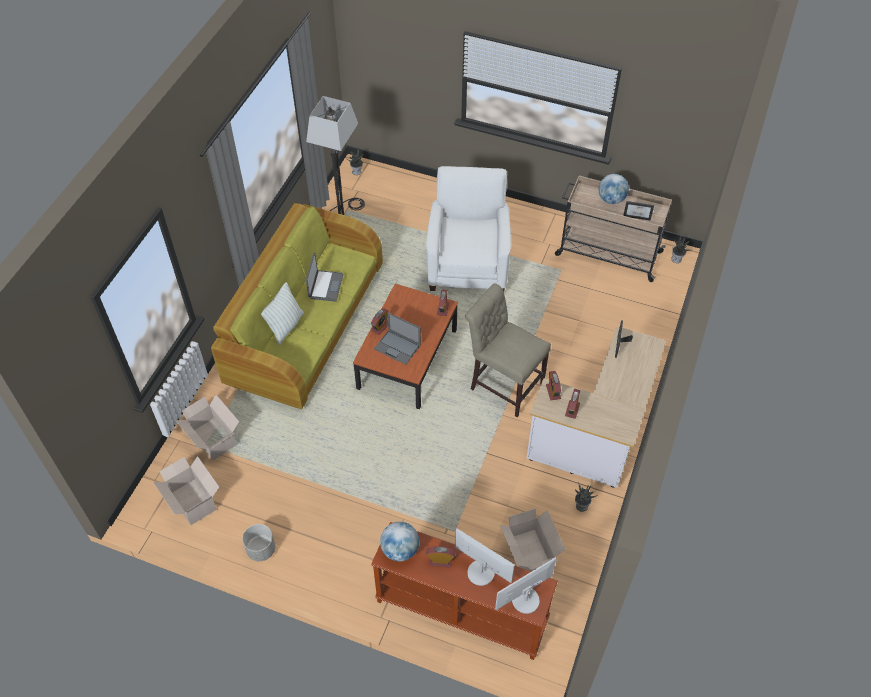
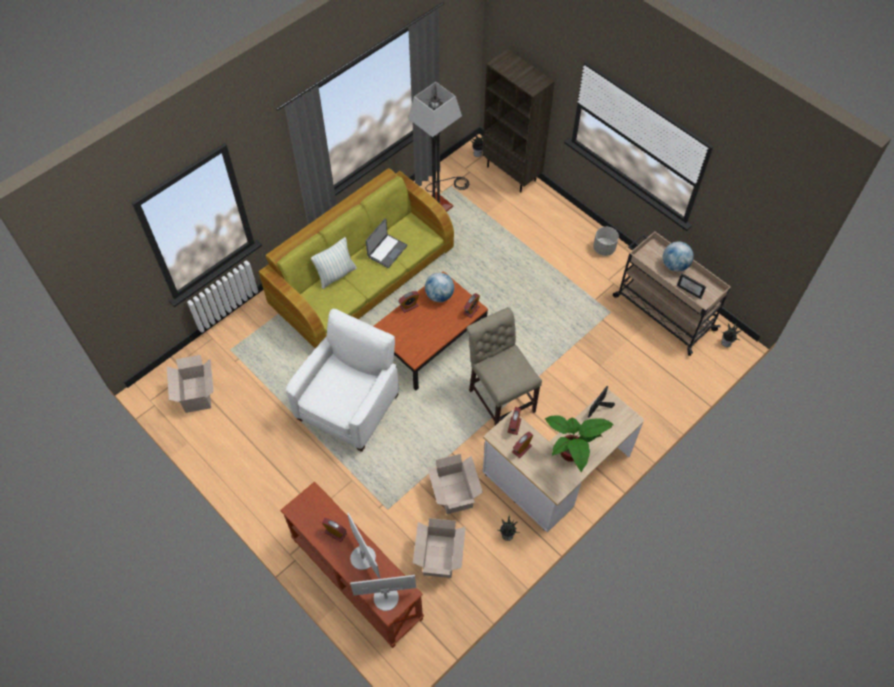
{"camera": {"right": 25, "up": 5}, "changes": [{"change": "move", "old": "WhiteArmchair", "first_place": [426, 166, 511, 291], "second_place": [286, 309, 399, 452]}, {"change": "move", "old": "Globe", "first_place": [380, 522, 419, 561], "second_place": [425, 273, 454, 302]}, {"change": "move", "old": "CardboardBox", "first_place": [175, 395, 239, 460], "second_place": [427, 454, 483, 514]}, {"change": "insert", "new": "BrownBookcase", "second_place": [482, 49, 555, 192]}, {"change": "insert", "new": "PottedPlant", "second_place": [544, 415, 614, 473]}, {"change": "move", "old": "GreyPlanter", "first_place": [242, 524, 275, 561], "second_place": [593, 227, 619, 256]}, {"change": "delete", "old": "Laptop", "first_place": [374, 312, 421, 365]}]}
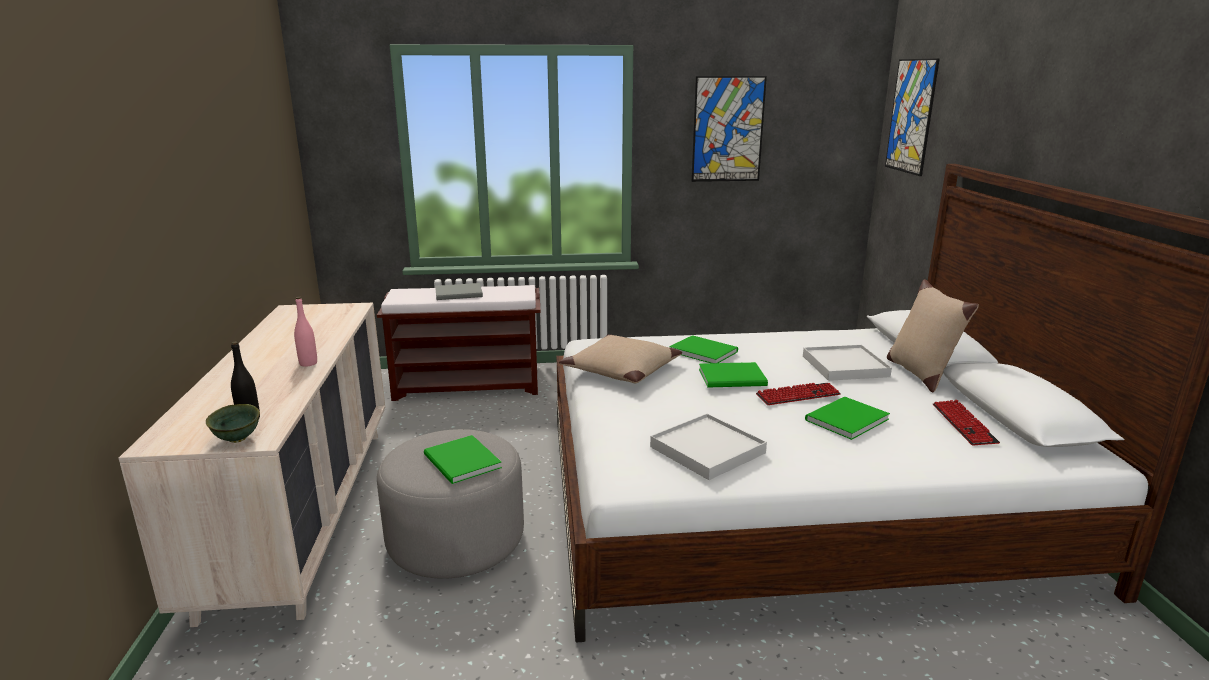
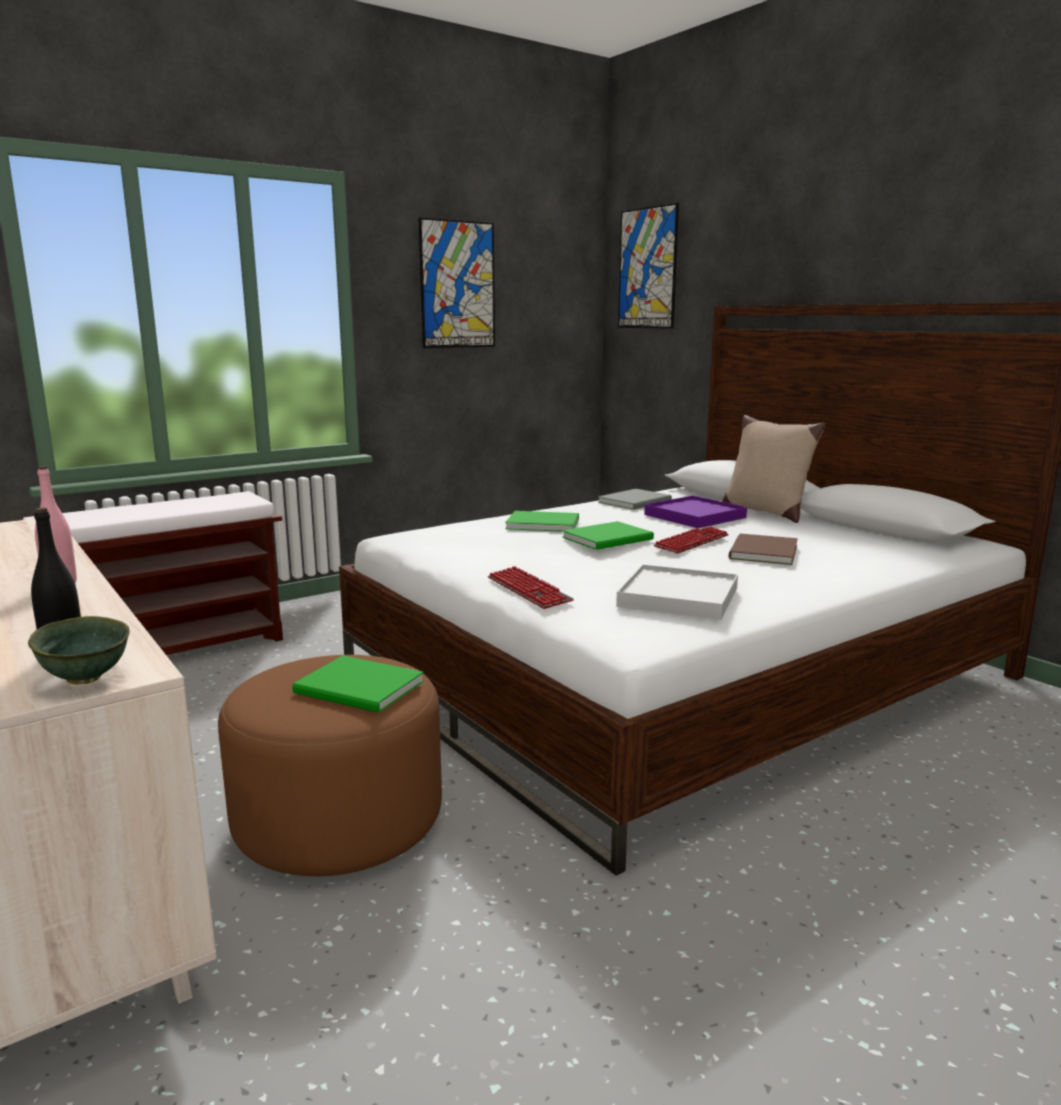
{"camera": {"right": -30, "up": -5}, "changes": [{"change": "recolor", "old": "GreyOttoman", "new": "BrownOttoman", "first_place": [377, 429, 524, 579], "second_place": [218, 655, 442, 876]}, {"change": "move", "old": "Keyboard", "first_place": [933, 400, 1000, 445], "second_place": [488, 566, 574, 609]}, {"change": "move", "old": "GreyBook", "first_place": [435, 283, 483, 300], "second_place": [598, 489, 672, 510]}, {"change": "recolor", "old": "WhiteTray", "new": "PurpleTray", "first_place": [803, 345, 892, 381], "second_place": [644, 496, 747, 528]}, {"change": "recolor", "old": "GreenBook", "new": "BrownBook", "first_place": [805, 397, 890, 440], "second_place": [729, 534, 798, 565]}, {"change": "delete", "old": "BeigePillow", "first_place": [559, 334, 682, 383]}]}
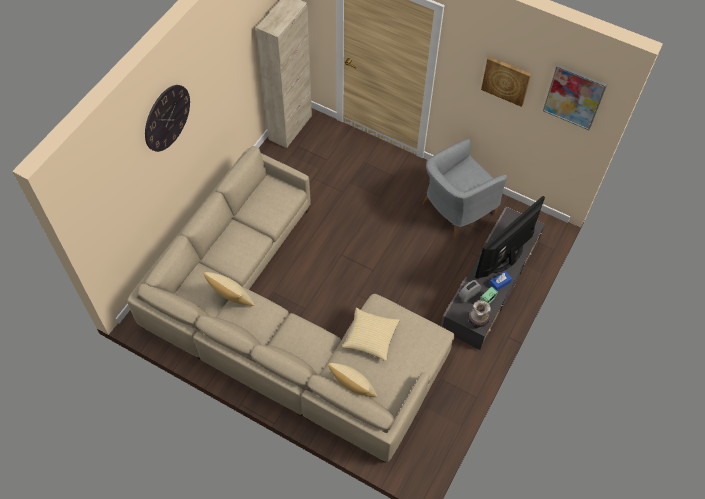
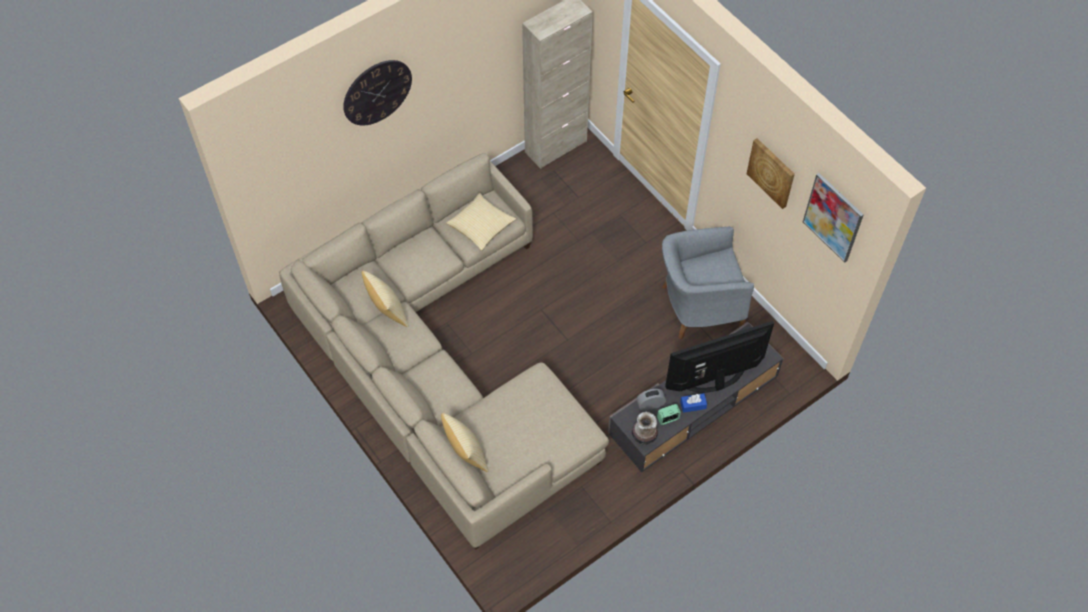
{"camera": {"right": 25, "up": 0}, "changes": [{"change": "move", "old": "Pillow", "first_place": [342, 308, 400, 361], "second_place": [446, 193, 516, 251]}]}
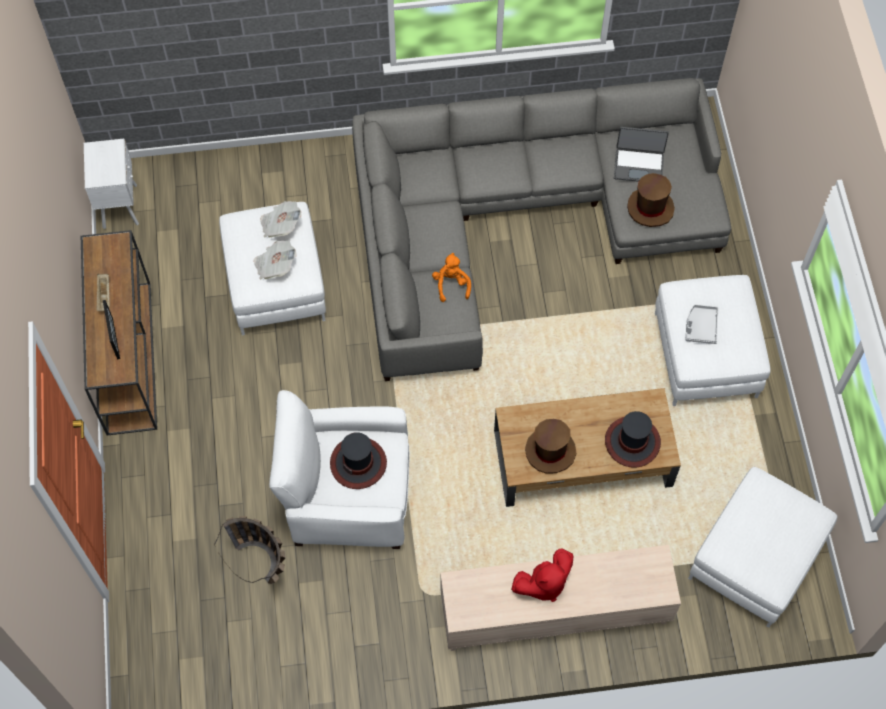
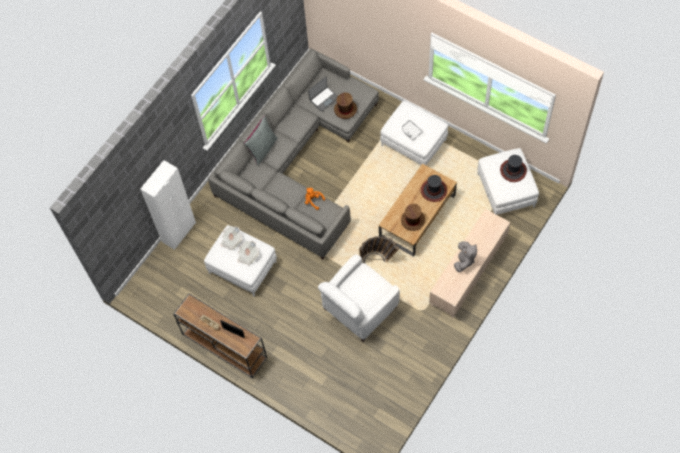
{"camera": {"right": -45, "up": 0}, "changes": [{"change": "insert", "new": "WhiteCabinet", "second_place": [140, 160, 196, 250]}, {"change": "insert", "new": "GreyPillow", "second_place": [244, 116, 278, 166]}, {"change": "move", "old": "Basket", "first_place": [214, 516, 286, 584], "second_place": [359, 236, 399, 263]}, {"change": "recolor", "old": "RedPlushToy", "new": "GreyPlushToy", "first_place": [511, 548, 574, 602], "second_place": [454, 241, 477, 272]}, {"change": "move", "old": "Hat", "first_place": [330, 432, 387, 489], "second_place": [500, 155, 527, 182]}, {"change": "delete", "old": "WhiteNightstand", "first_place": [84, 139, 139, 229]}]}
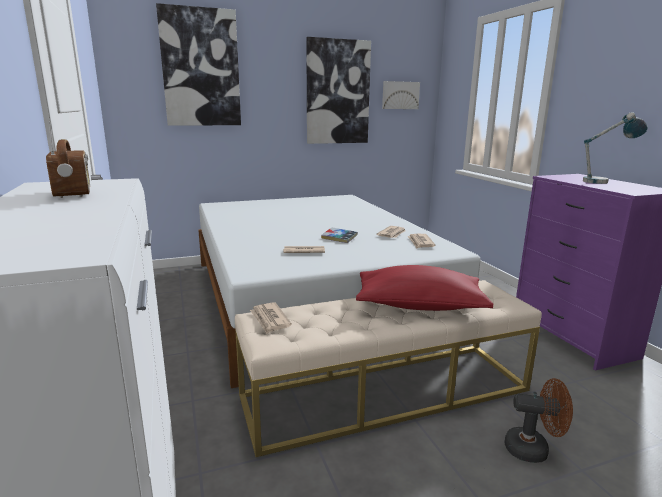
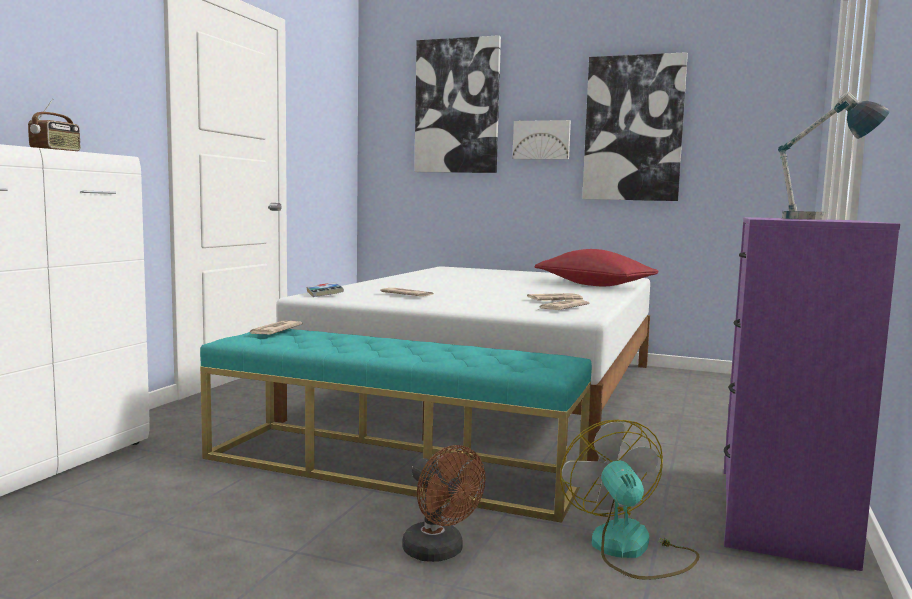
{"camera": {"right": 40, "up": -10}, "changes": [{"change": "recolor", "old": "BeigeBench", "new": "TurquoiseBench", "first_place": [235, 280, 542, 457], "second_place": [200, 329, 592, 523]}, {"change": "move", "old": "Book", "first_place": [321, 228, 358, 243], "second_place": [306, 282, 344, 297]}, {"change": "move", "old": "Picture", "first_place": [382, 81, 420, 109], "second_place": [513, 120, 571, 159]}, {"change": "move", "old": "RedPillow", "first_place": [356, 265, 493, 311], "second_place": [535, 249, 659, 286]}, {"change": "insert", "new": "Fan", "second_place": [560, 420, 700, 580]}]}
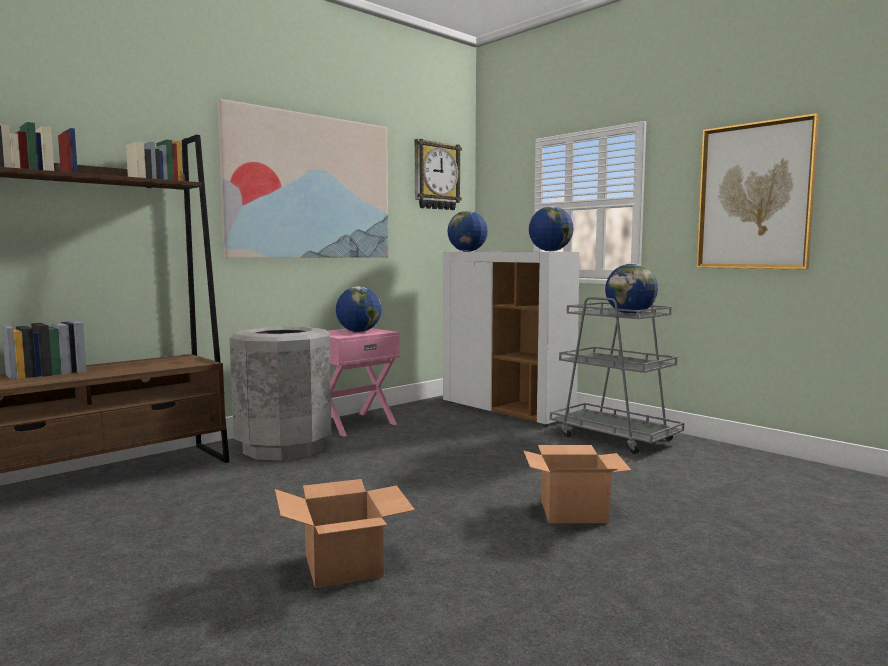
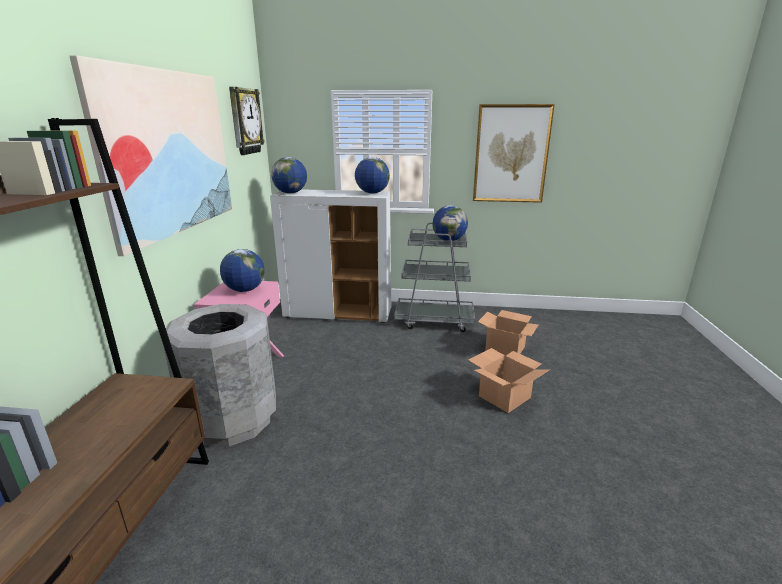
{"camera": {"right": -40, "up": 15}, "changes": [{"change": "move", "old": "CardboardBox", "first_place": [275, 479, 415, 588], "second_place": [478, 310, 538, 356]}]}
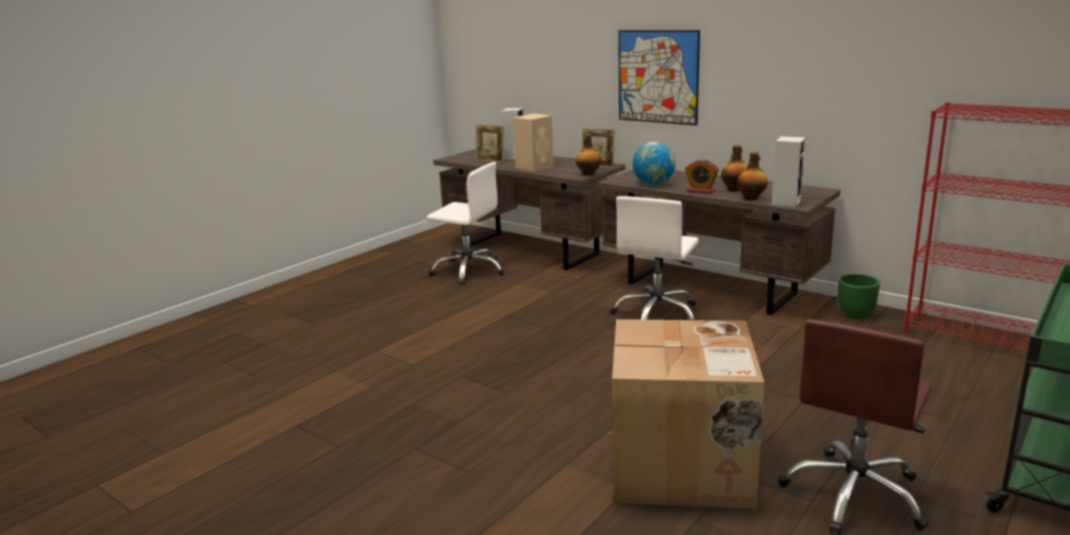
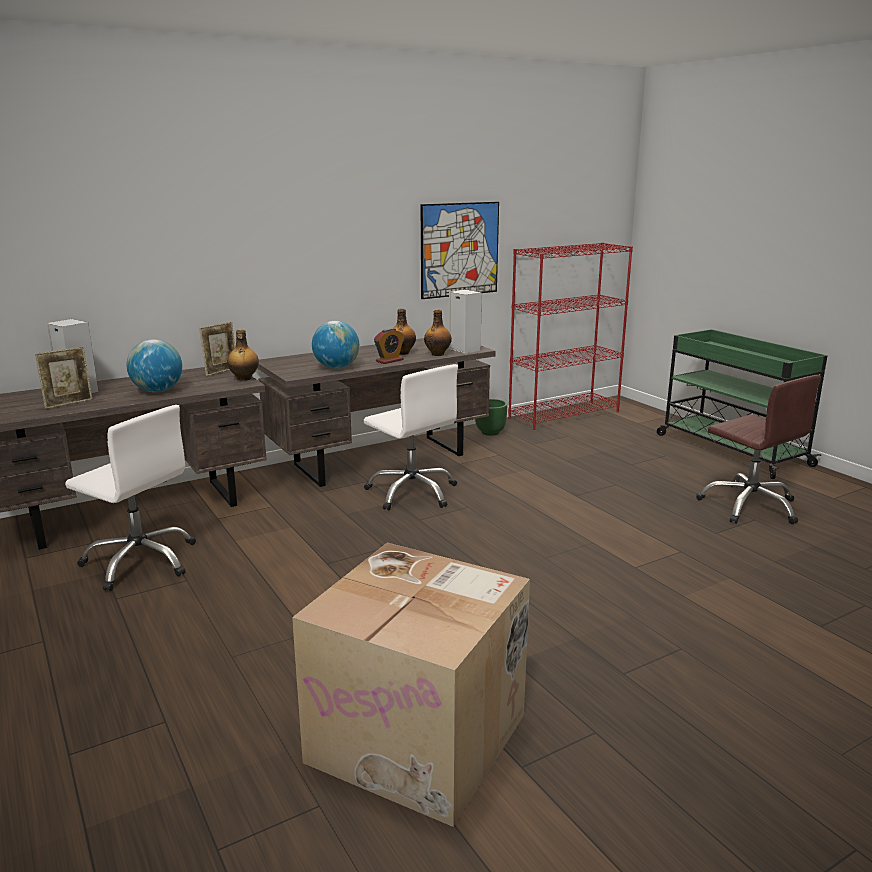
{"camera": {"right": -70, "up": 0}, "changes": [{"change": "rotate", "old": "WhiteOfficeChair", "first_place": [427, 162, 505, 285], "second_place": [65, 405, 196, 591], "degrees": 75}, {"change": "replace", "old": "BeigeSpeaker", "new": "Globe", "first_place": [513, 113, 554, 172], "second_place": [126, 339, 182, 392]}, {"change": "move", "old": "CardboardBox", "first_place": [612, 319, 764, 509], "second_place": [292, 543, 530, 827]}, {"change": "move", "old": "Picture", "first_place": [618, 30, 700, 126], "second_place": [421, 202, 499, 299]}]}
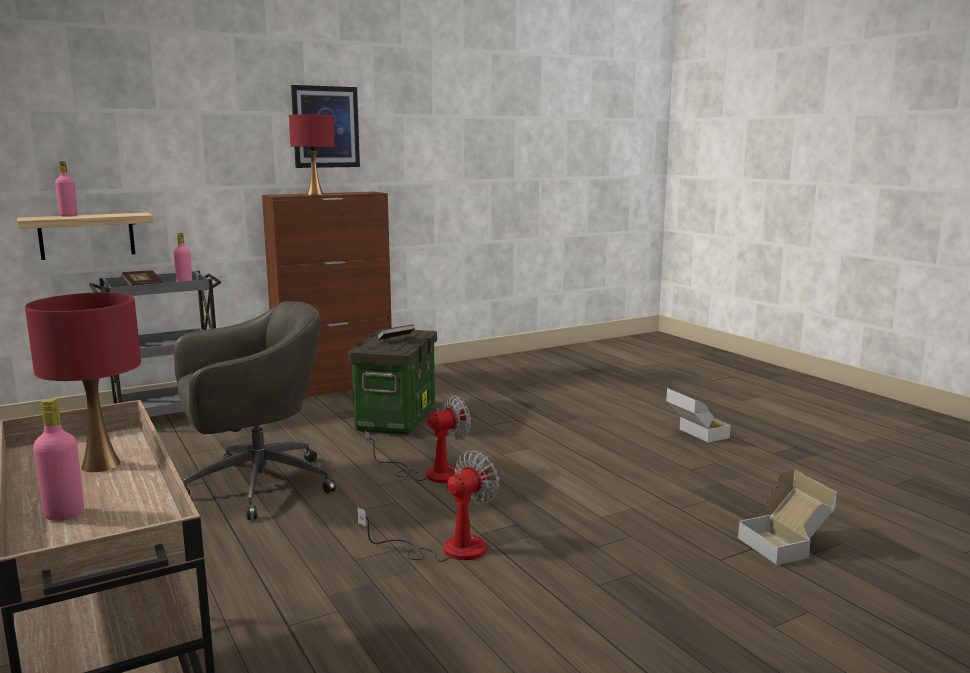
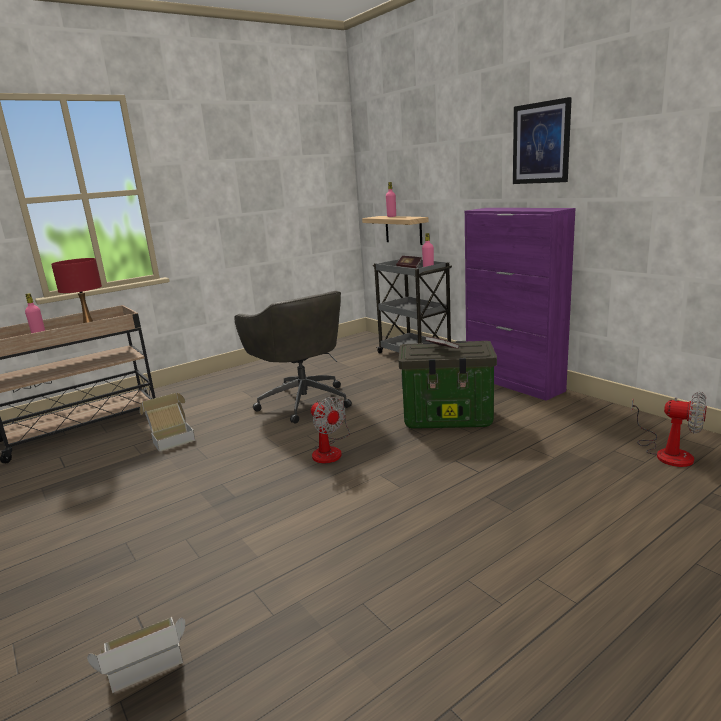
{"camera": {"right": 85, "up": 5}, "changes": [{"change": "move", "old": "CardboardBox", "first_place": [666, 388, 731, 443], "second_place": [140, 393, 195, 452]}, {"change": "recolor", "old": "BrownCabinet", "new": "PurpleCabinet", "first_place": [262, 191, 392, 397], "second_place": [465, 208, 576, 401]}, {"change": "move", "old": "Fan", "first_place": [357, 451, 499, 562], "second_place": [631, 391, 707, 467]}, {"change": "delete", "old": "RedTableLamp", "first_place": [289, 115, 335, 195]}]}
